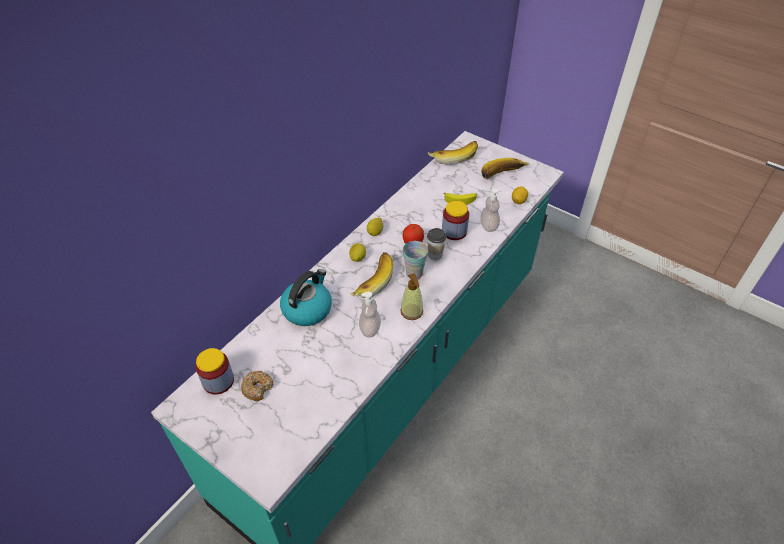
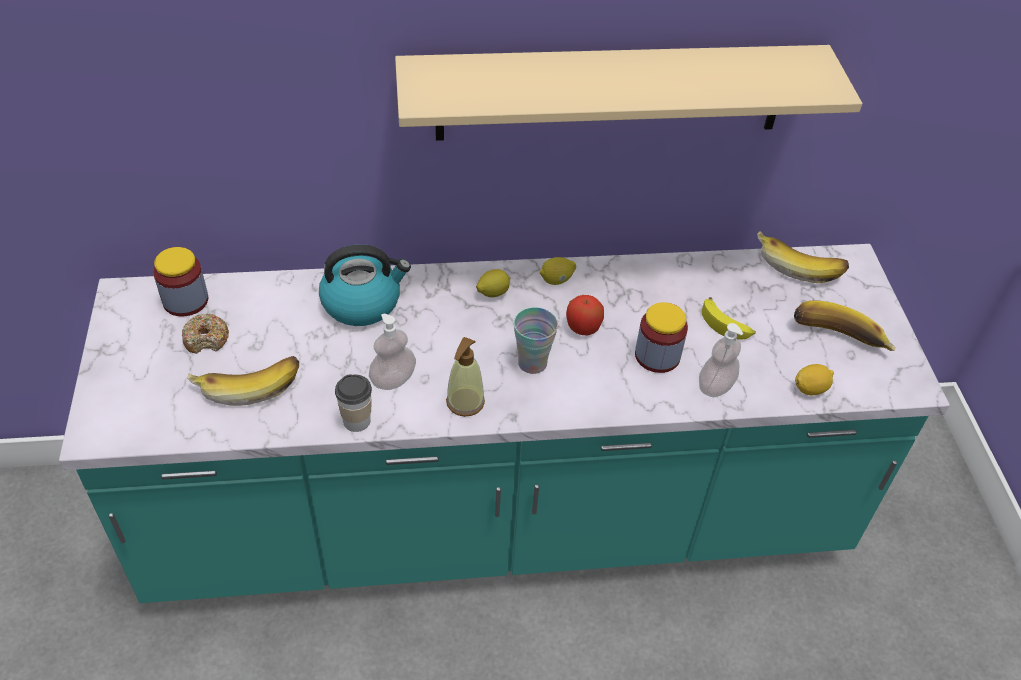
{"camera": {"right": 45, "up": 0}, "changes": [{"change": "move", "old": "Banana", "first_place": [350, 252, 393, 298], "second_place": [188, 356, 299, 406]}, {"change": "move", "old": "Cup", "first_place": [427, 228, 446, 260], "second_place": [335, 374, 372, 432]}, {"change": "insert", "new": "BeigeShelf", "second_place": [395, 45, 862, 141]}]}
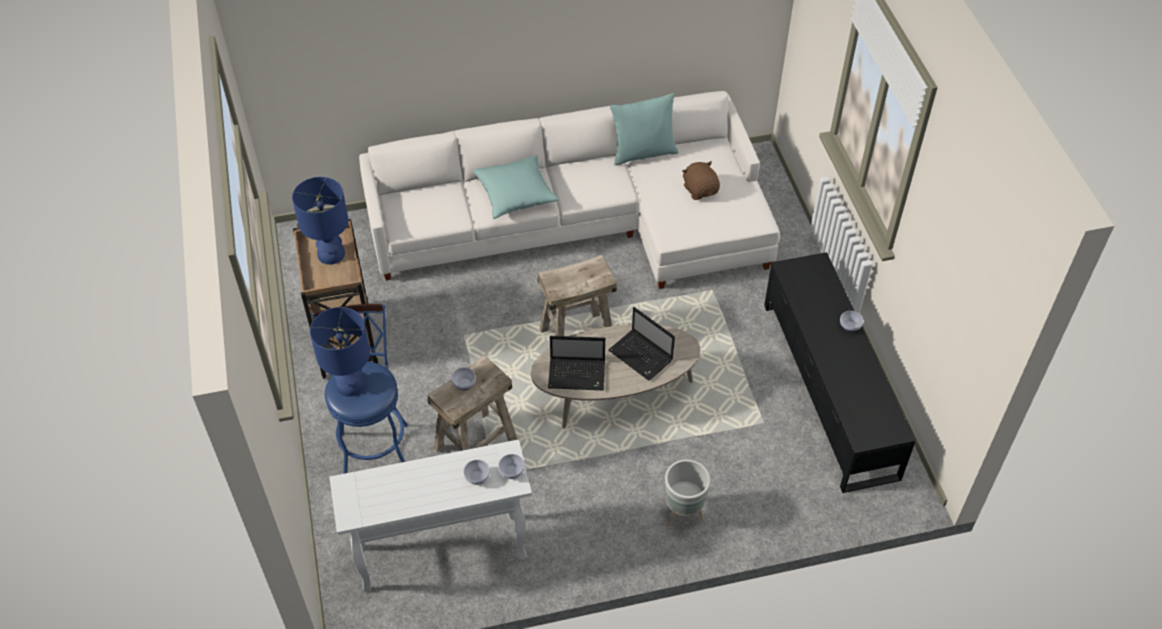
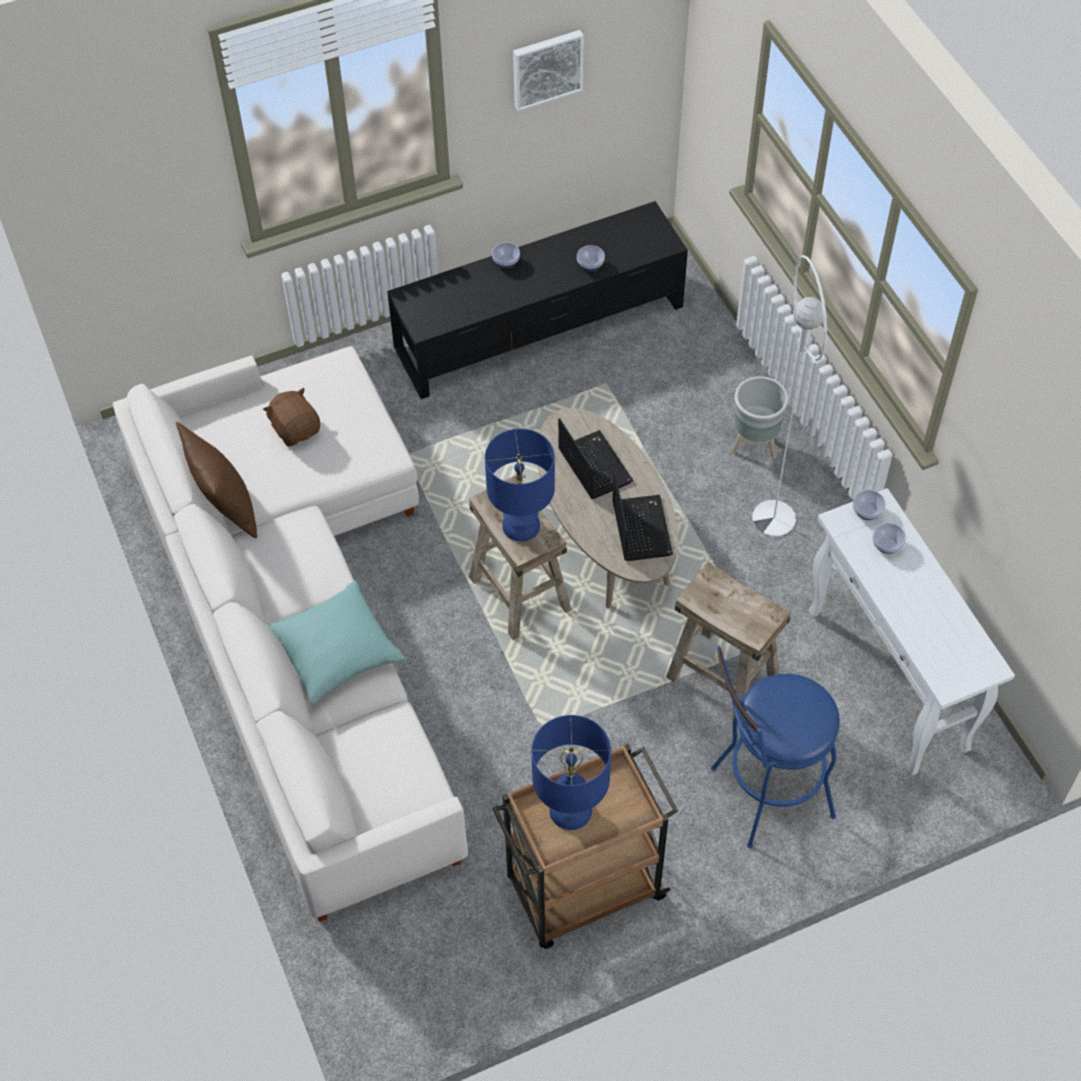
{"camera": {"right": -100, "up": 5}, "changes": [{"change": "recolor", "old": "TurquoisePillow", "new": "BrownPillow", "first_place": [610, 93, 678, 165], "second_place": [176, 422, 257, 538]}, {"change": "rotate", "old": "BrownPlushToy", "first_place": [682, 161, 720, 200], "second_place": [263, 388, 320, 447], "degrees": 90}, {"change": "move", "old": "BlueTableLamp", "first_place": [310, 307, 370, 397], "second_place": [485, 429, 555, 542]}, {"change": "insert", "new": "Picture", "second_place": [513, 30, 584, 112]}, {"change": "rotate", "old": "Laptop", "first_place": [608, 307, 675, 381], "second_place": [558, 418, 633, 499], "degrees": -60}, {"change": "move", "old": "Bowl", "first_place": [451, 367, 476, 390], "second_place": [577, 245, 605, 271]}, {"change": "insert", "new": "WhiteFloorLamp", "second_place": [752, 255, 827, 536]}]}
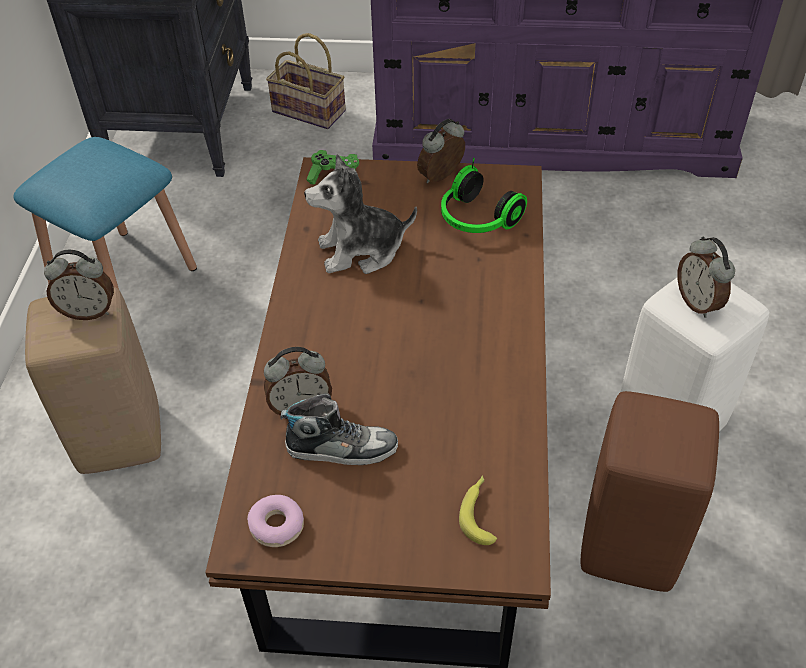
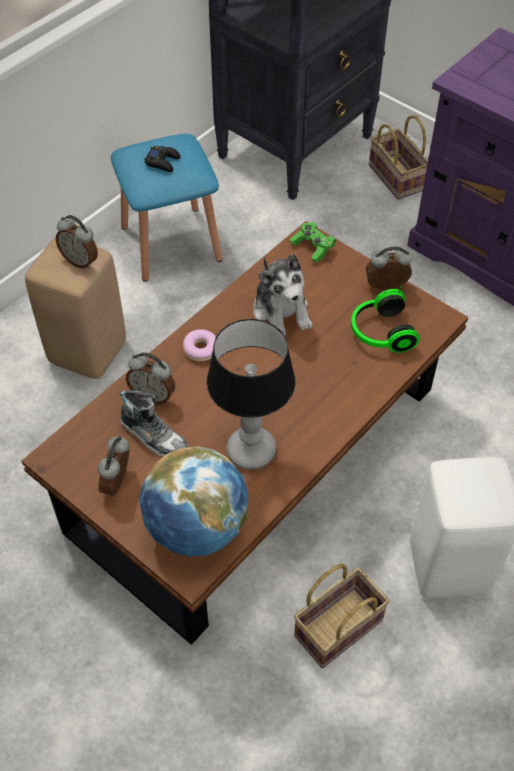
{"camera": {"right": 35, "up": 5}, "changes": [{"change": "move", "old": "AlarmClock", "first_place": [677, 237, 735, 318], "second_place": [98, 436, 129, 496]}, {"change": "replace", "old": "Banana", "new": "Globe", "first_place": [459, 476, 497, 545], "second_place": [139, 447, 248, 557]}, {"change": "insert", "new": "BlackGameController", "second_place": [144, 146, 180, 172]}, {"change": "move", "old": "Donut", "first_place": [247, 495, 304, 547], "second_place": [183, 329, 216, 361]}, {"change": "insert", "new": "TableLamp", "second_place": [206, 319, 295, 470]}, {"change": "rotate", "old": "PlushToy", "first_place": [304, 154, 417, 274], "second_place": [253, 254, 312, 336], "degrees": -135}, {"change": "replace", "old": "BrownStool", "new": "Basket", "first_place": [581, 391, 719, 592], "second_place": [294, 564, 389, 668]}]}
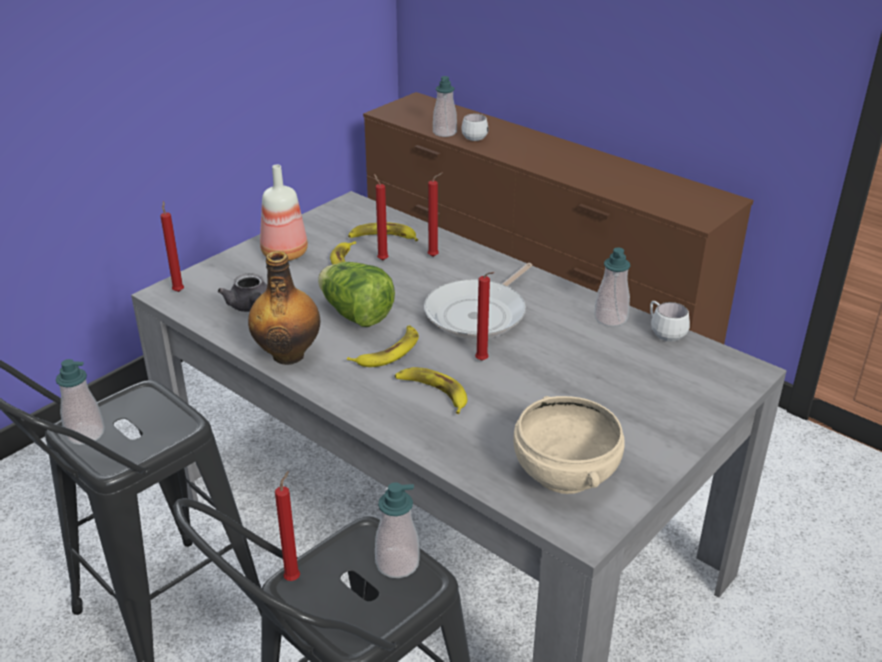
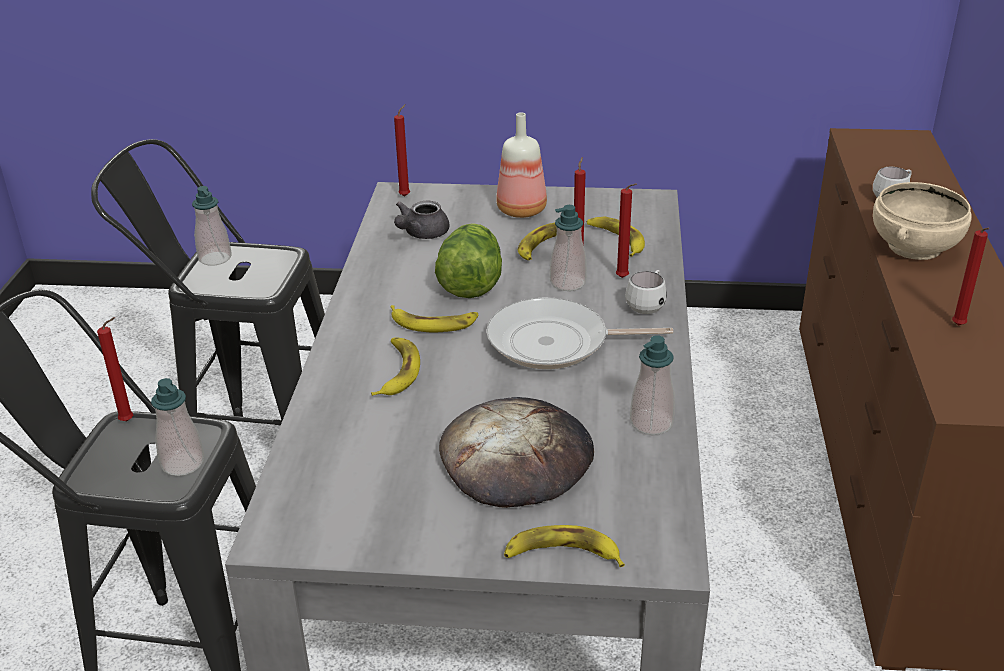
{"camera": {"right": 55, "up": 0}, "changes": [{"change": "insert", "new": "Bread", "second_place": [439, 397, 594, 508]}, {"change": "insert", "new": "Banana", "second_place": [504, 525, 625, 567]}, {"change": "move", "old": "SoapDispenser", "first_place": [433, 76, 457, 137], "second_place": [550, 205, 587, 291]}, {"change": "move", "old": "WhiteMug", "first_place": [650, 301, 690, 341], "second_place": [625, 270, 667, 314]}, {"change": "move", "old": "BeigeBowl", "first_place": [514, 396, 625, 494], "second_place": [873, 182, 972, 260]}, {"change": "move", "old": "RedCandle", "first_place": [475, 272, 495, 361], "second_place": [952, 228, 989, 326]}, {"change": "delete", "old": "Bottle", "first_place": [248, 251, 320, 365]}]}
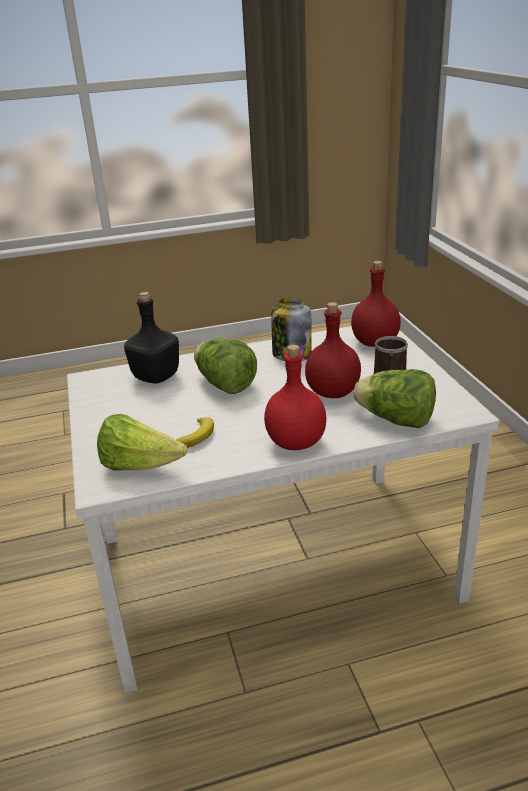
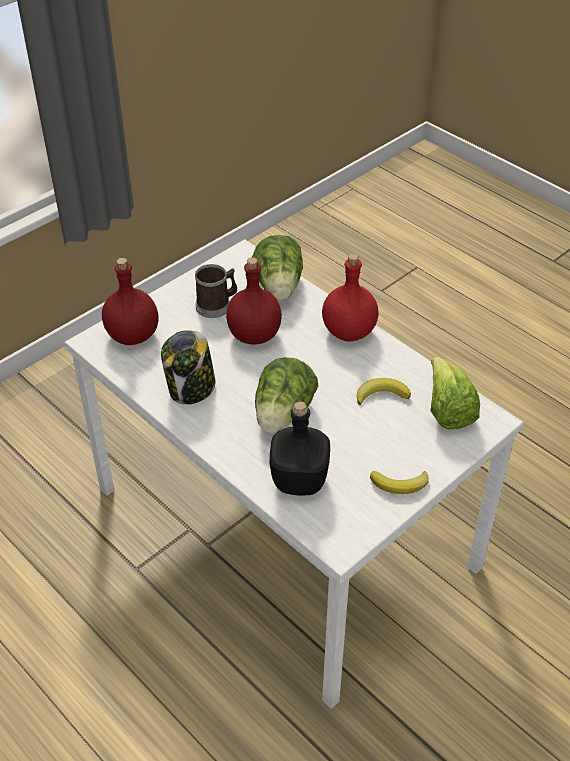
{"camera": {"right": -120, "up": 15}, "changes": [{"change": "insert", "new": "Banana", "second_place": [370, 471, 429, 494]}]}
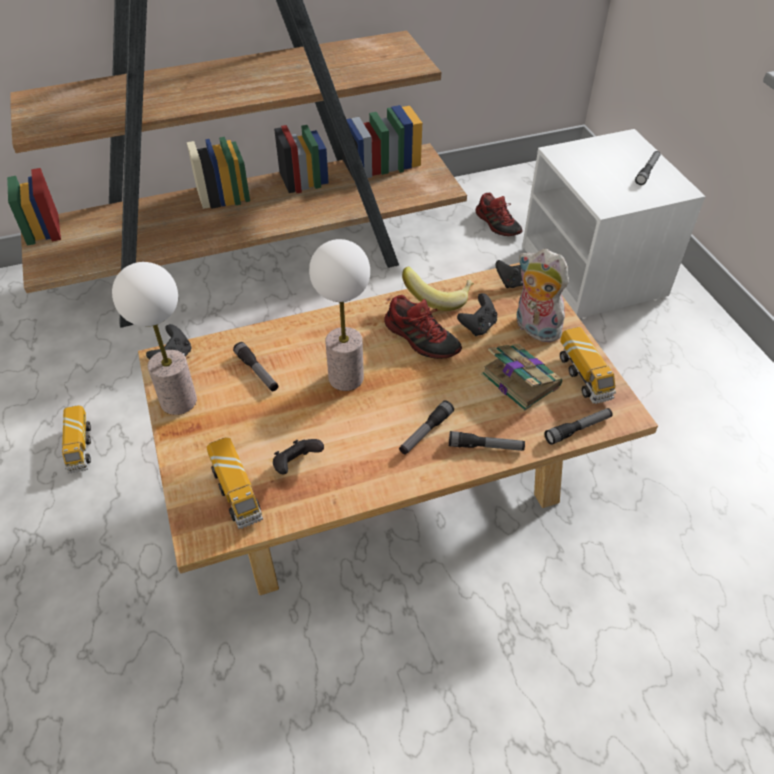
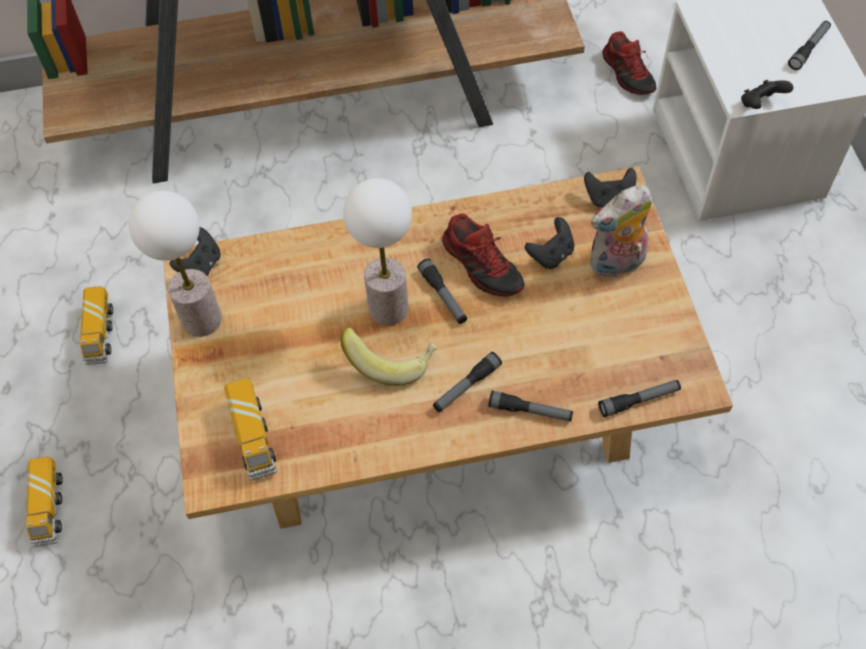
{"camera": {"right": 10, "up": 10}, "changes": [{"change": "move", "old": "ToyTruck", "first_place": [560, 327, 616, 404], "second_place": [26, 456, 63, 547]}, {"change": "move", "old": "Banana", "first_place": [402, 267, 474, 311], "second_place": [340, 327, 437, 386]}, {"change": "move", "old": "Flashlight", "first_place": [233, 342, 278, 391], "second_place": [417, 259, 467, 324]}, {"change": "rotate", "old": "PlushToy", "first_place": [517, 249, 569, 343], "second_place": [590, 185, 652, 278], "degrees": -75}, {"change": "move", "old": "BlackGameController", "first_place": [273, 439, 324, 474], "second_place": [741, 80, 793, 109]}, {"change": "delete", "old": "Book", "first_place": [481, 344, 562, 411]}]}
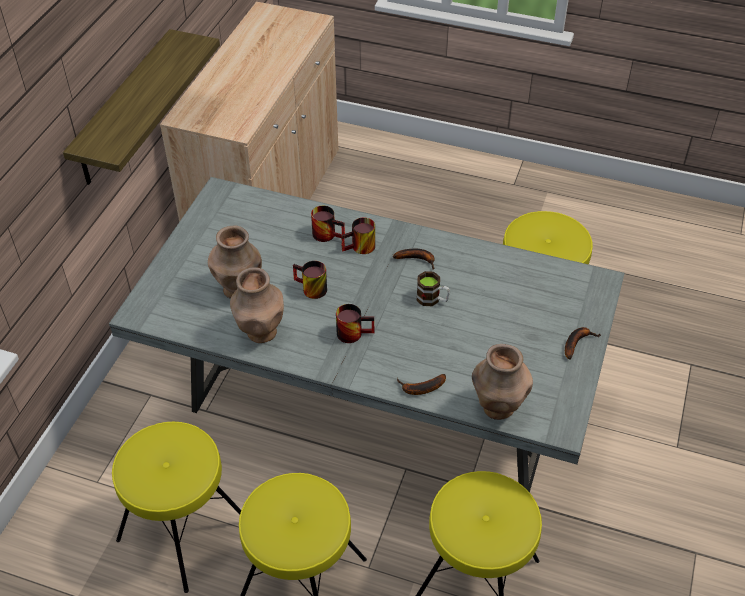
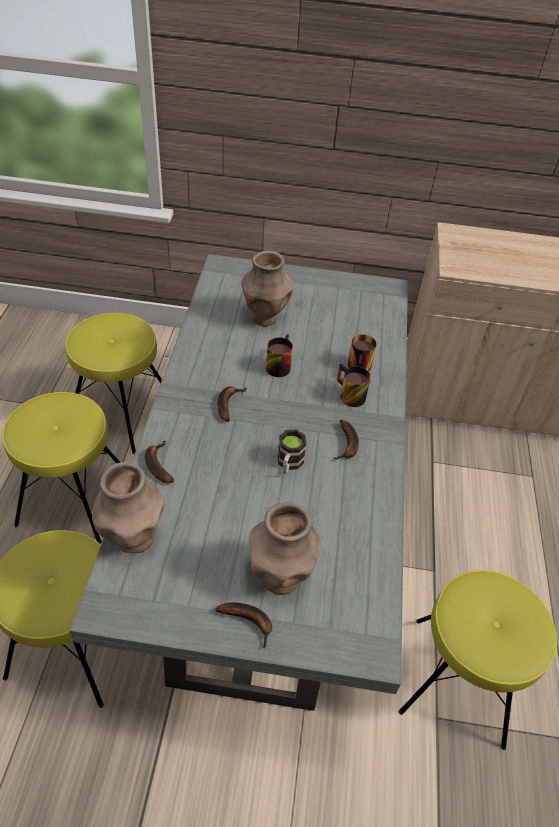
{"camera": {"right": 75, "up": 0}, "changes": [{"change": "replace", "old": "Mug", "new": "Banana", "first_place": [336, 304, 375, 343], "second_place": [217, 386, 246, 422]}, {"change": "move", "old": "BrownVase", "first_place": [230, 267, 284, 343], "second_place": [249, 502, 321, 595]}, {"change": "delete", "old": "Shelf", "first_place": [63, 29, 220, 185]}]}
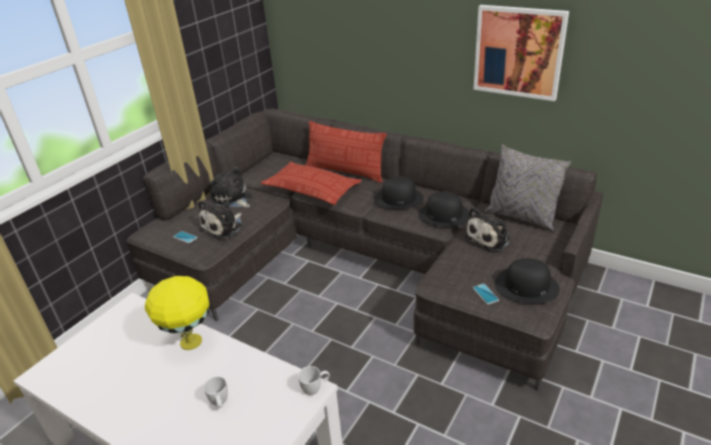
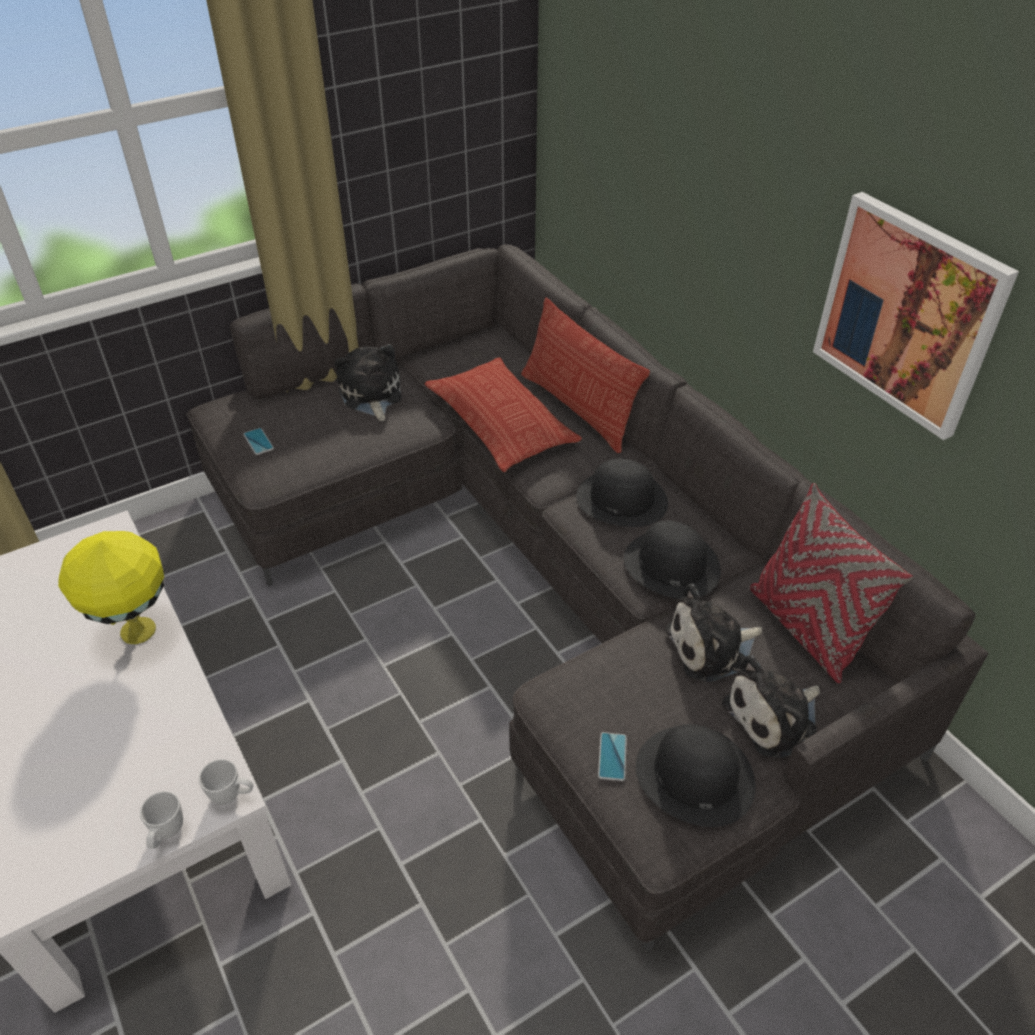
{"camera": {"right": 25, "up": 10}, "changes": [{"change": "move", "old": "WhiteMug", "first_place": [203, 376, 228, 408], "second_place": [140, 791, 183, 849]}, {"change": "move", "old": "PlushToy", "first_place": [199, 200, 242, 239], "second_place": [722, 655, 820, 758]}, {"change": "recolor", "old": "GreyPillow", "new": "RedPillow", "first_place": [485, 144, 571, 230], "second_place": [749, 483, 913, 683]}]}
